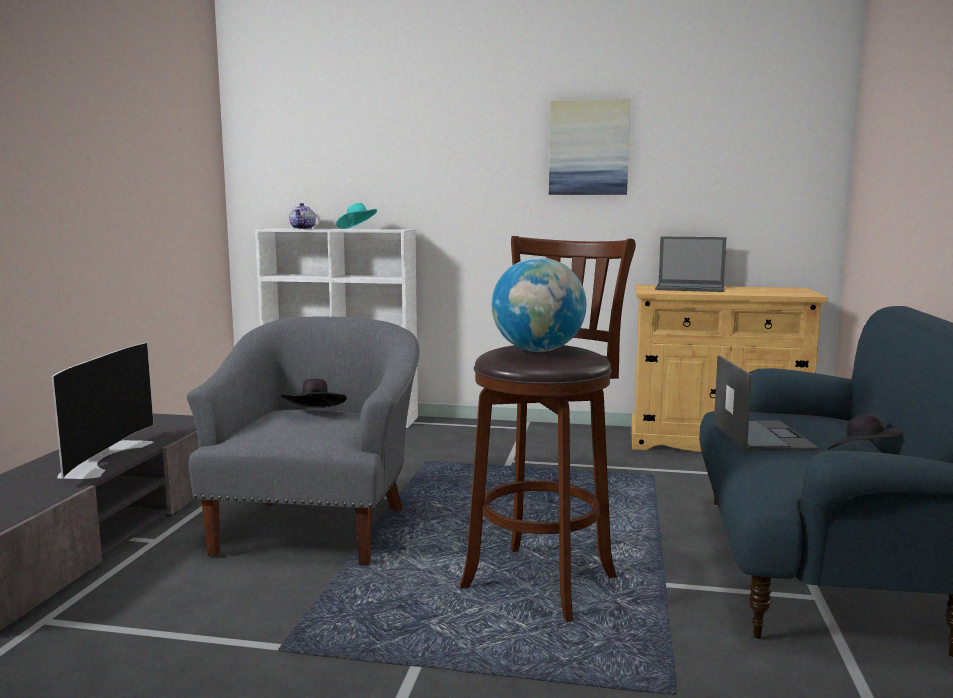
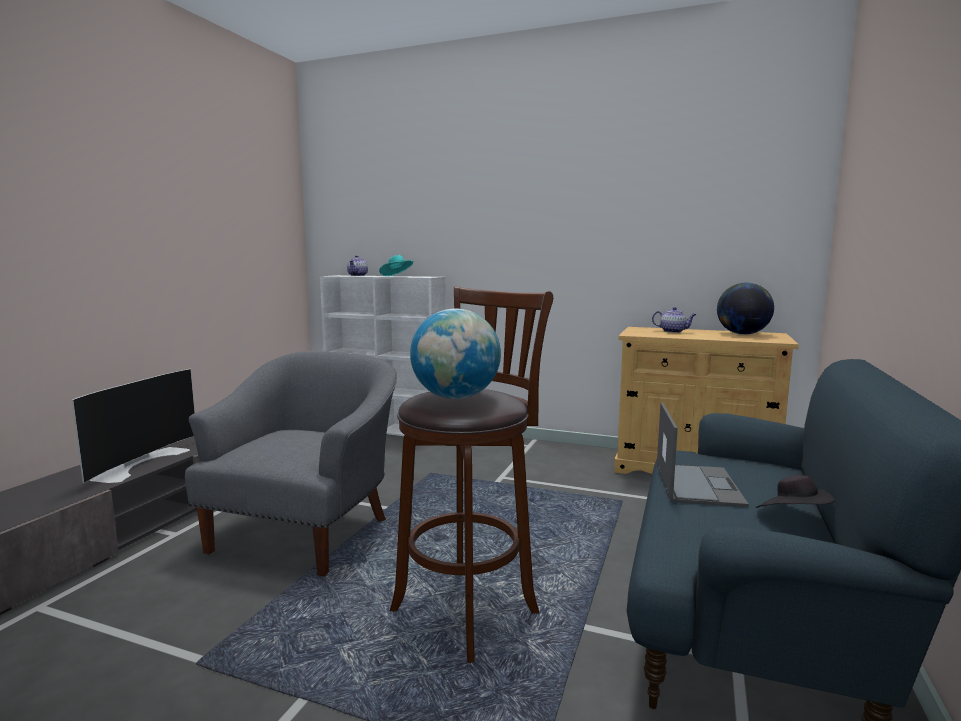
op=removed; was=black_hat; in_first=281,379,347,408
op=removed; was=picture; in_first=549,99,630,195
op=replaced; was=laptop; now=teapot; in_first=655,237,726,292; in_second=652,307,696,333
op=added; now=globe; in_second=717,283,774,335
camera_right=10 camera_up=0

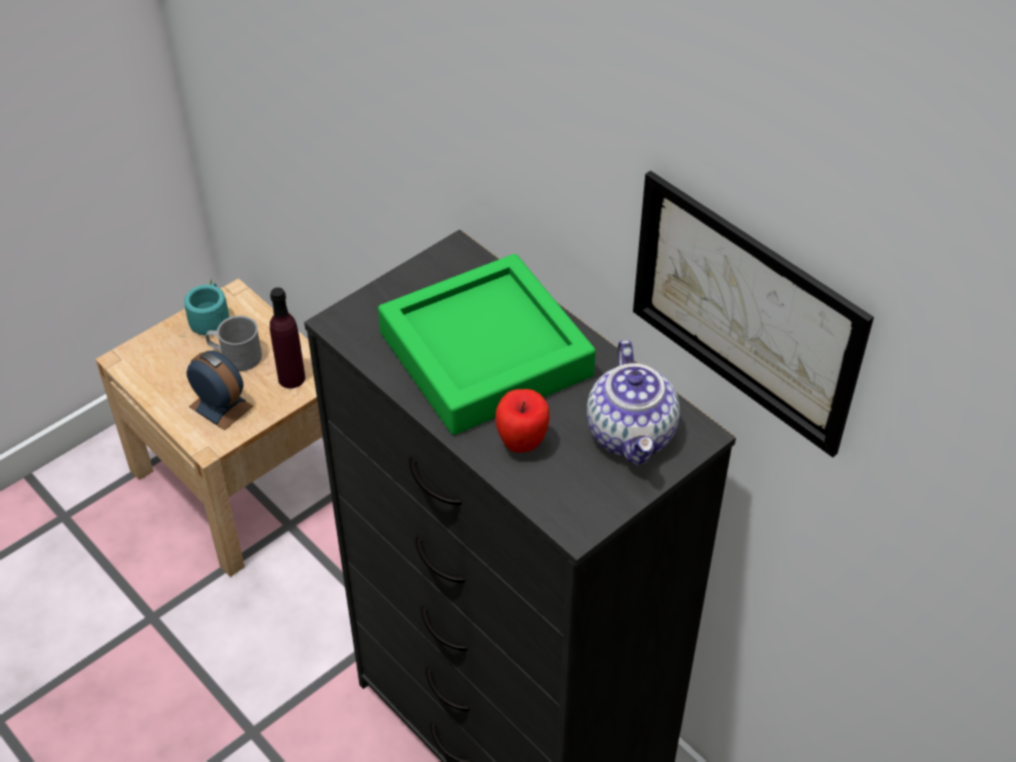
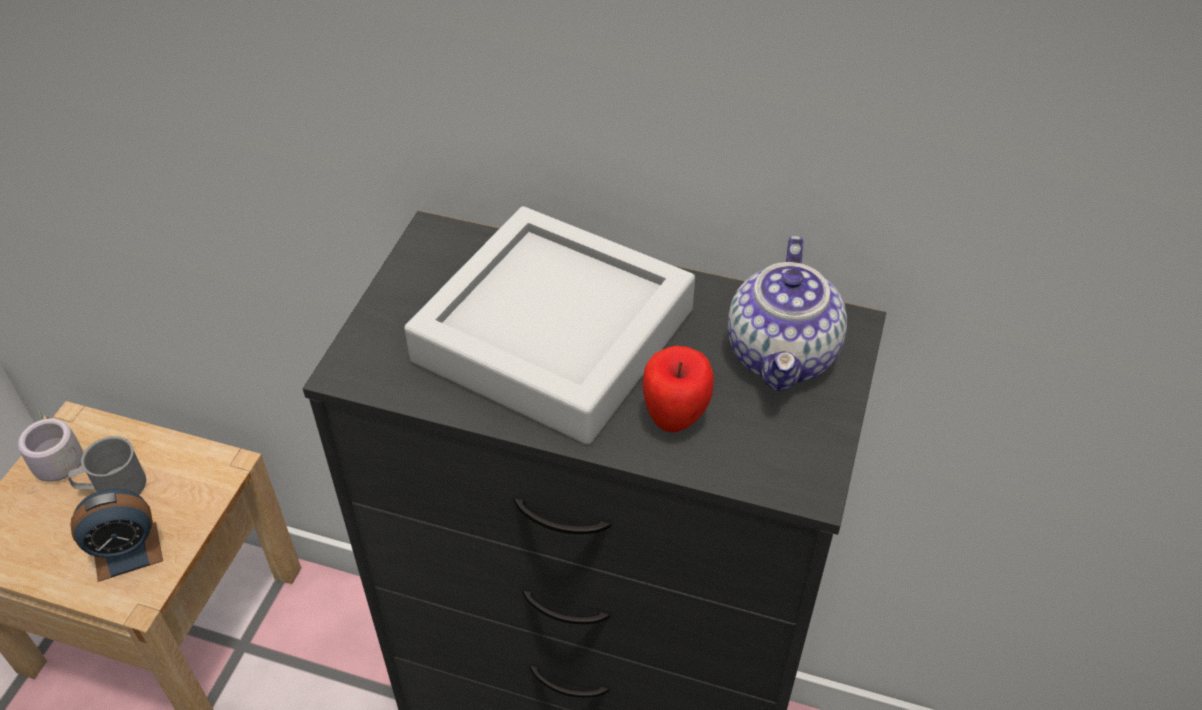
op=recoloured; was=turquoise_mug; now=grey_mug; in_first=184,278,229,337; in_second=18,411,83,494
op=turned; was=alarm_clock; in_first=186,351,253,430; in_second=70,488,163,582; clockwise=150
op=removed; was=purple_bottle; in_first=270,287,305,389
op=recoloured; was=green_tray; now=grey_tray; in_first=378,254,596,435; in_second=404,206,695,445
op=turned; was=teapot; in_first=587,340,680,466; in_second=728,236,847,391; clockwise=45
op=removed; was=picture; in_first=633,171,874,458
camera_right=-30 camera_up=0

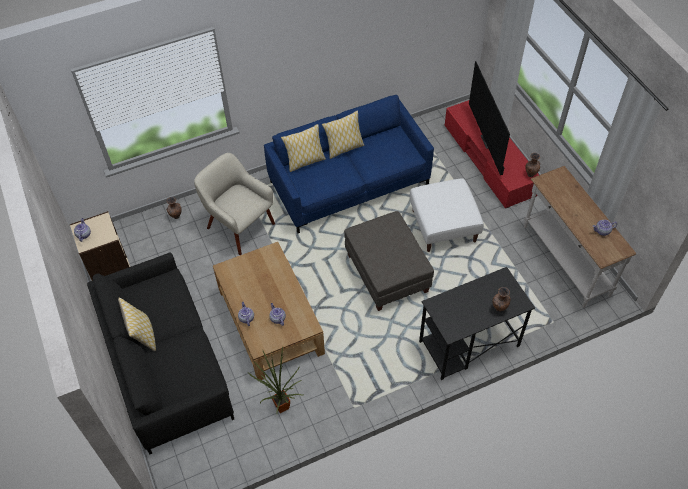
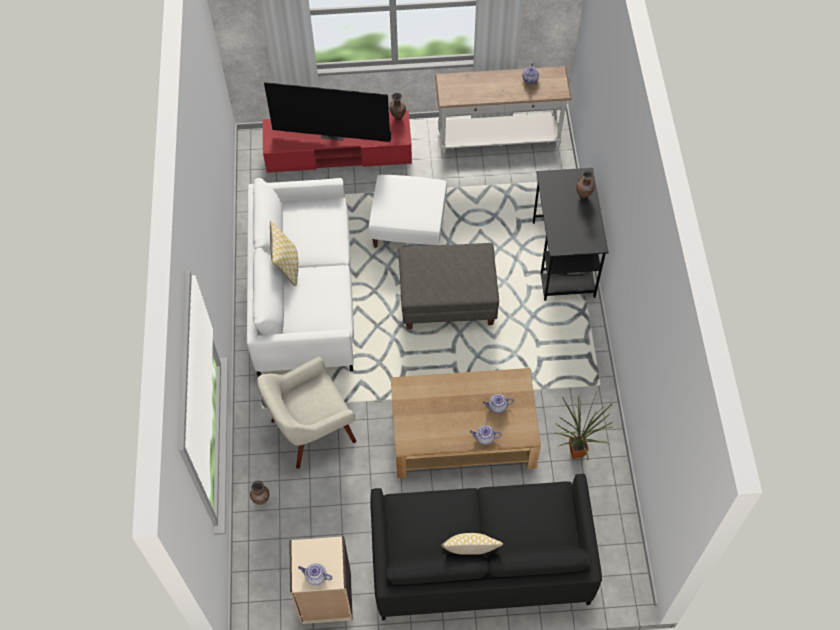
op=recoloured; was=blue_sofa; now=white_sofa; in_first=264,95,434,233; in_second=247,178,354,377
op=removed; was=pillow; in_first=281,124,326,172
camera_right=-70 camera_up=5

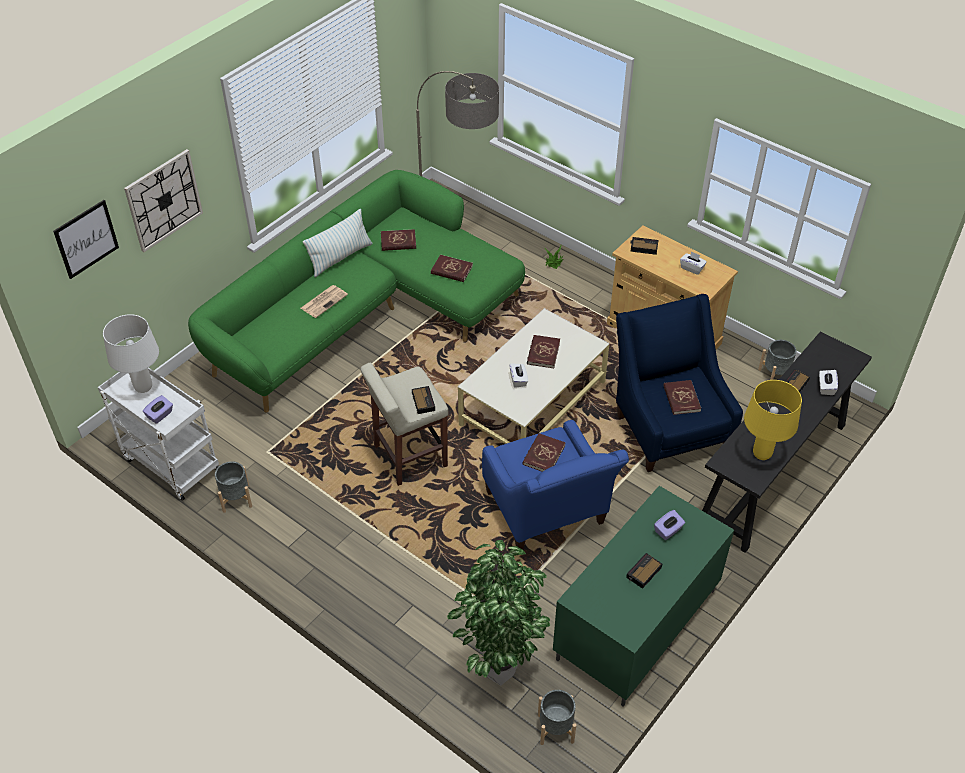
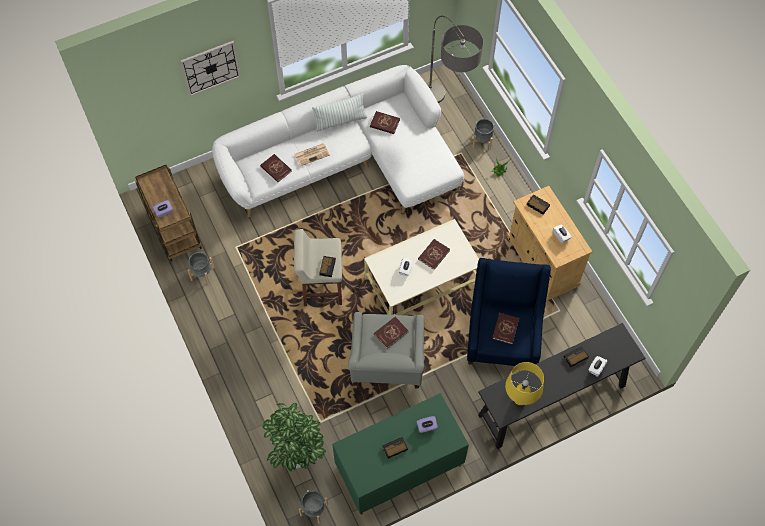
op=removed; was=picture; in_first=53,200,119,279
op=recoloured; was=white_cart; now=brown_cart; in_first=98,367,219,501; in_second=135,165,202,262
op=removed; was=white_table_lamp; in_first=103,314,159,393
op=recoloured; was=green_sofa; now=white_sofa; in_first=188,170,525,413; in_second=212,65,464,217
op=moved; was=red_book; in_first=431,255,473,282; in_second=260,154,292,182
op=recoloured; was=blue_armchair; now=grey_armchair; in_first=482,420,629,550; in_second=348,312,424,389
op=moved; was=grey_planter; in_first=758,340,796,380; in_second=473,119,494,150
camera_right=25 camera_up=15

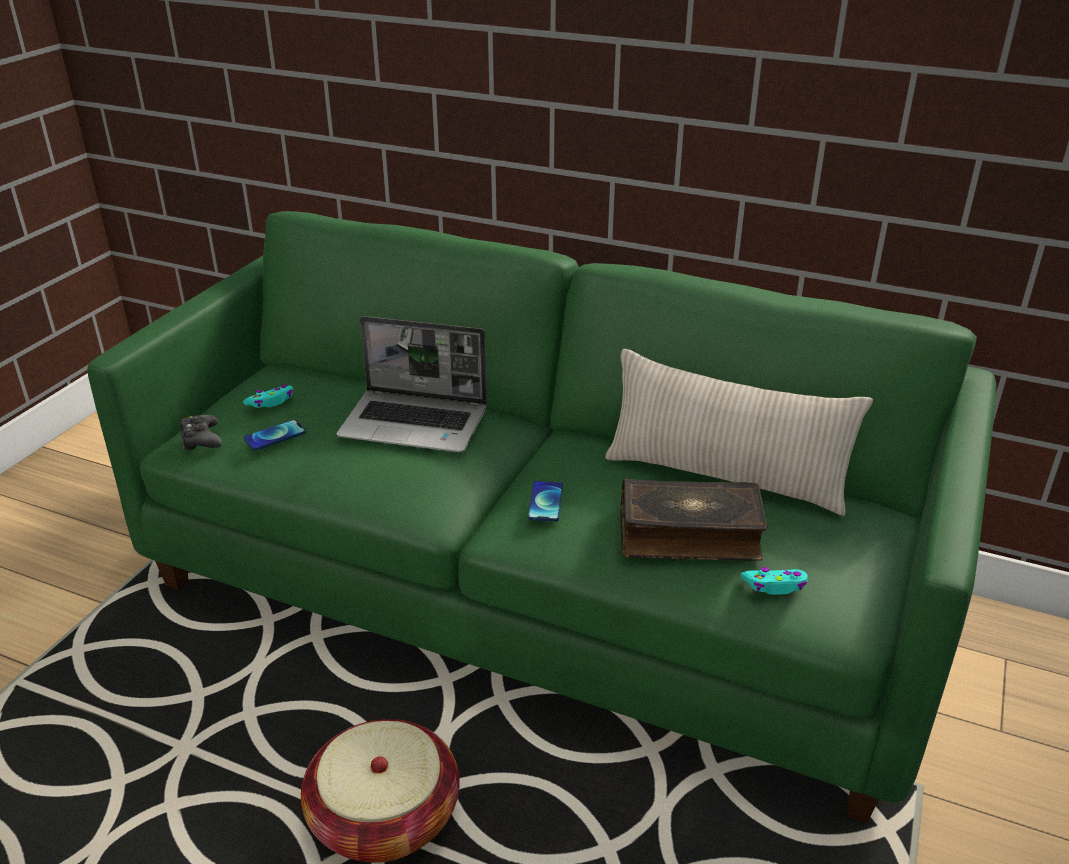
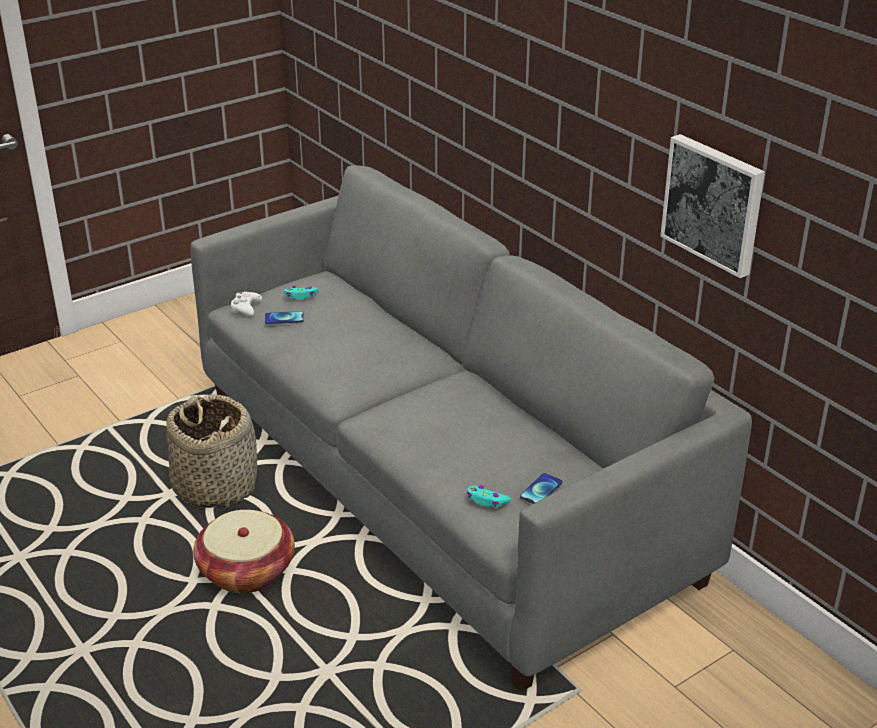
op=recoloured; was=green_sofa; now=grey_sofa; in_first=87,211,997,824; in_second=190,165,752,692
op=recoloured; was=black_game_controller; now=white_game_controller; in_first=179,415,222,450; in_second=231,291,262,316
op=removed; was=laptop; in_first=337,316,487,453
op=moved; was=phone; in_first=528,481,563,522; in_second=520,473,562,504
op=removed; was=beige_pillow; in_first=605,349,873,516
op=removed; was=book; in_first=620,479,768,561
op=added; now=basket; in_second=166,394,257,508
op=added; now=picture; in_second=660,134,765,278
camera_right=30 camera_up=0

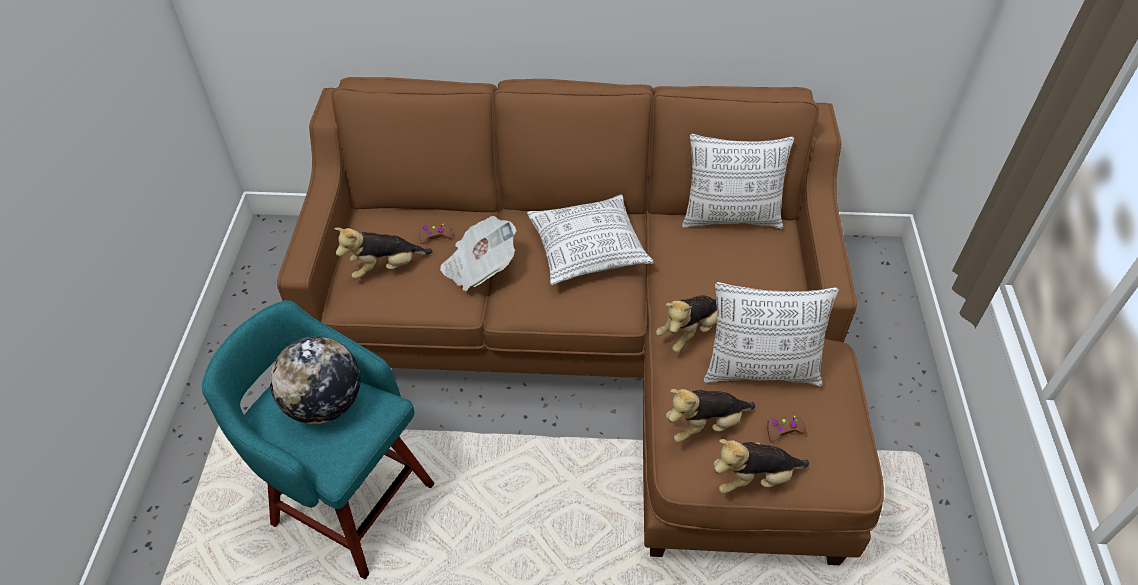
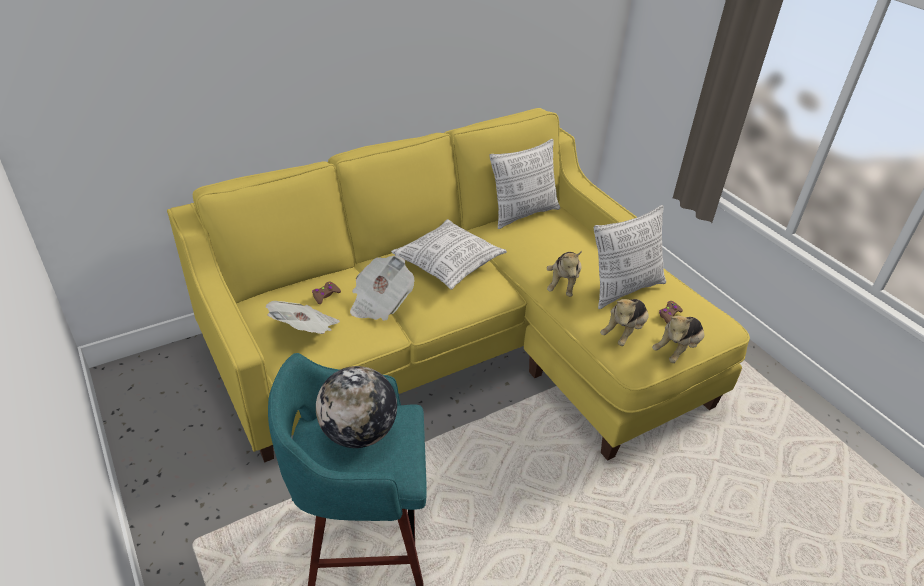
op=recoloured; was=brown_sofa; now=yellow_sofa; in_first=277,77,884,565; in_second=167,108,750,462
op=replaced; was=plush_toy; now=newspaper; in_first=334,227,433,279; in_second=266,301,340,334
camera_right=-35 camera_up=-10

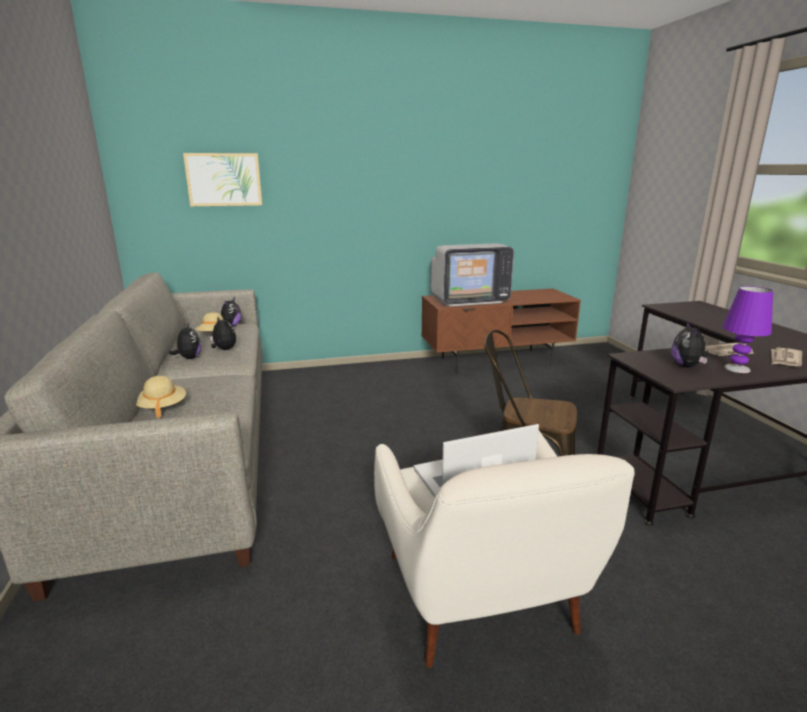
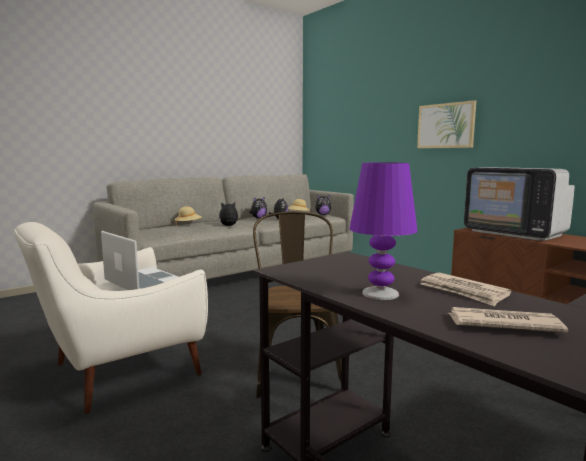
op=moved; was=picture; in_first=183,153,262,206; in_second=417,100,476,148
op=moved; was=plush_toy; in_first=671,322,709,368; in_second=218,202,238,226
camera_right=65 camera_up=-10

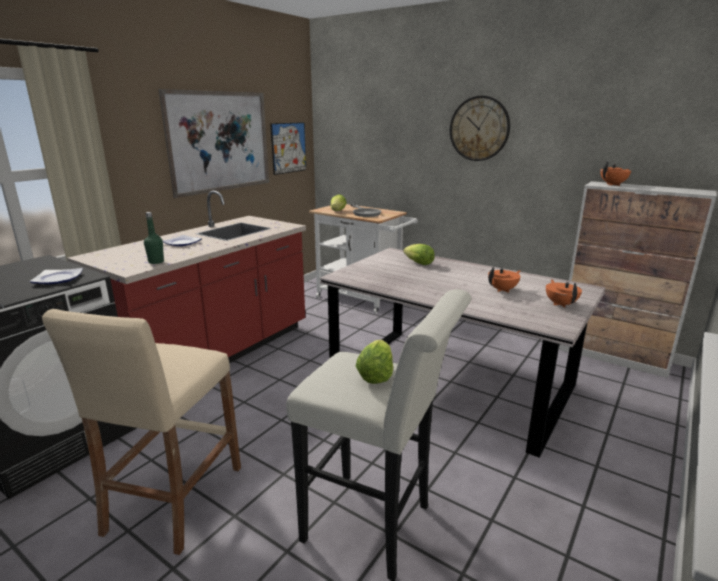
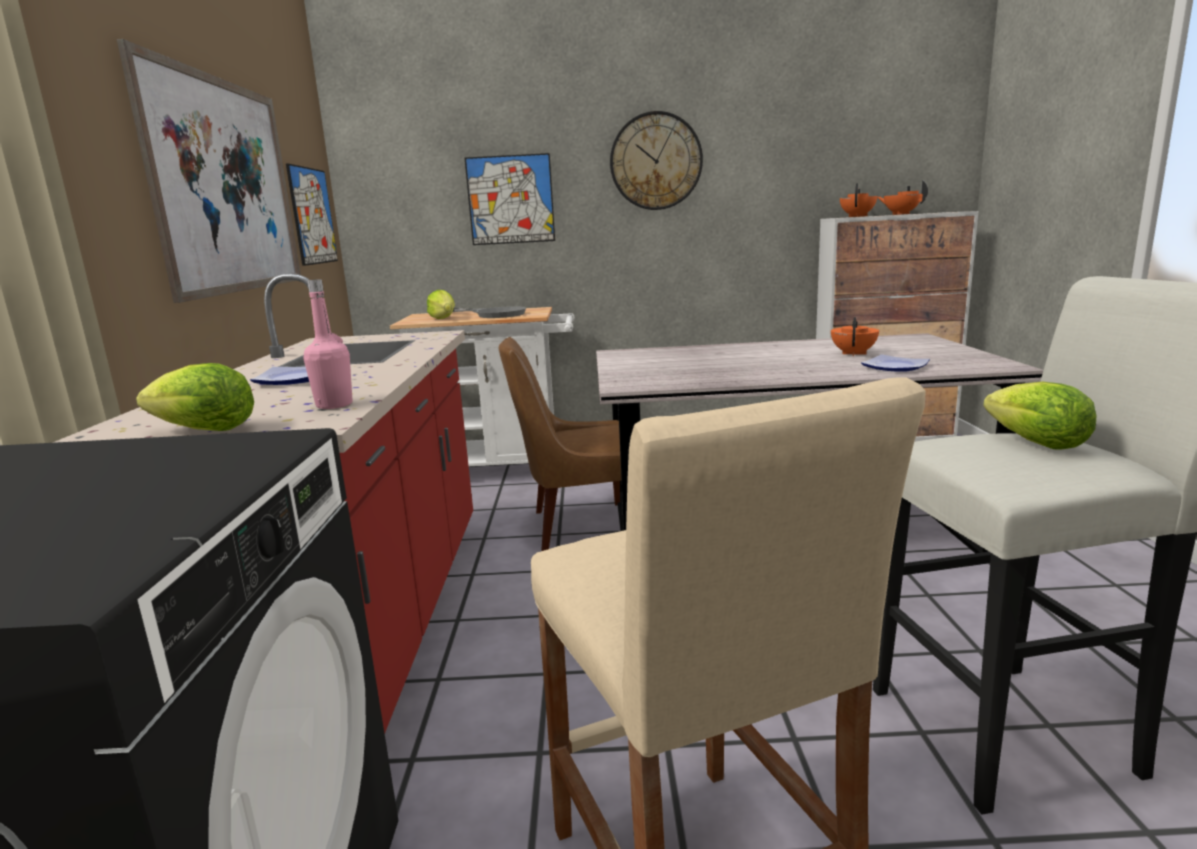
op=moved; was=plate; in_first=29,268,83,284; in_second=861,354,930,372
op=recoloured; was=green_bottle; now=pink_bottle; in_first=144,212,164,264; in_second=303,279,353,409
op=moved; was=lettuce; in_first=403,244,435,265; in_second=136,363,254,431
op=moved; was=orange_teapot; in_first=546,280,582,308; in_second=877,180,928,215
op=added; now=picture; in_second=465,153,555,245
op=added; now=brown_chair; in_second=499,337,621,551
camera_right=-35 camera_up=-5

